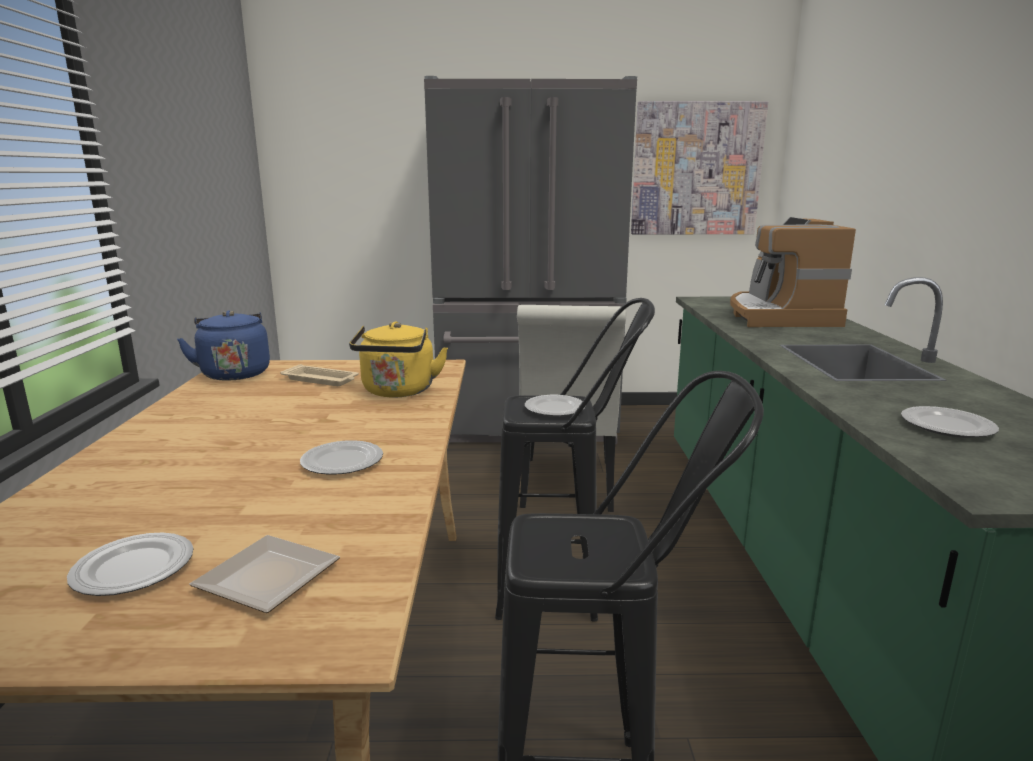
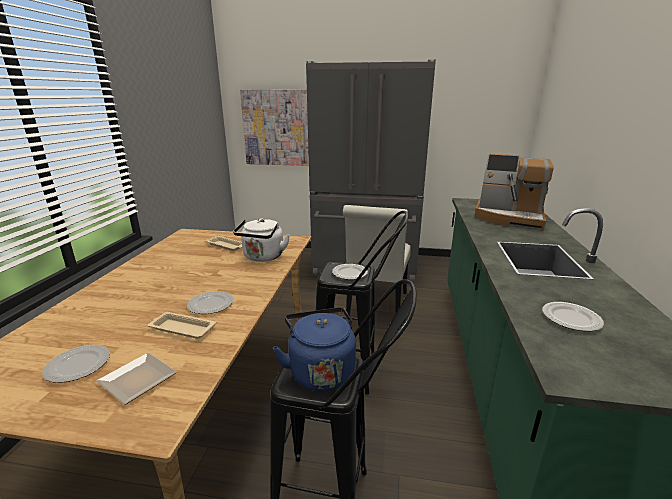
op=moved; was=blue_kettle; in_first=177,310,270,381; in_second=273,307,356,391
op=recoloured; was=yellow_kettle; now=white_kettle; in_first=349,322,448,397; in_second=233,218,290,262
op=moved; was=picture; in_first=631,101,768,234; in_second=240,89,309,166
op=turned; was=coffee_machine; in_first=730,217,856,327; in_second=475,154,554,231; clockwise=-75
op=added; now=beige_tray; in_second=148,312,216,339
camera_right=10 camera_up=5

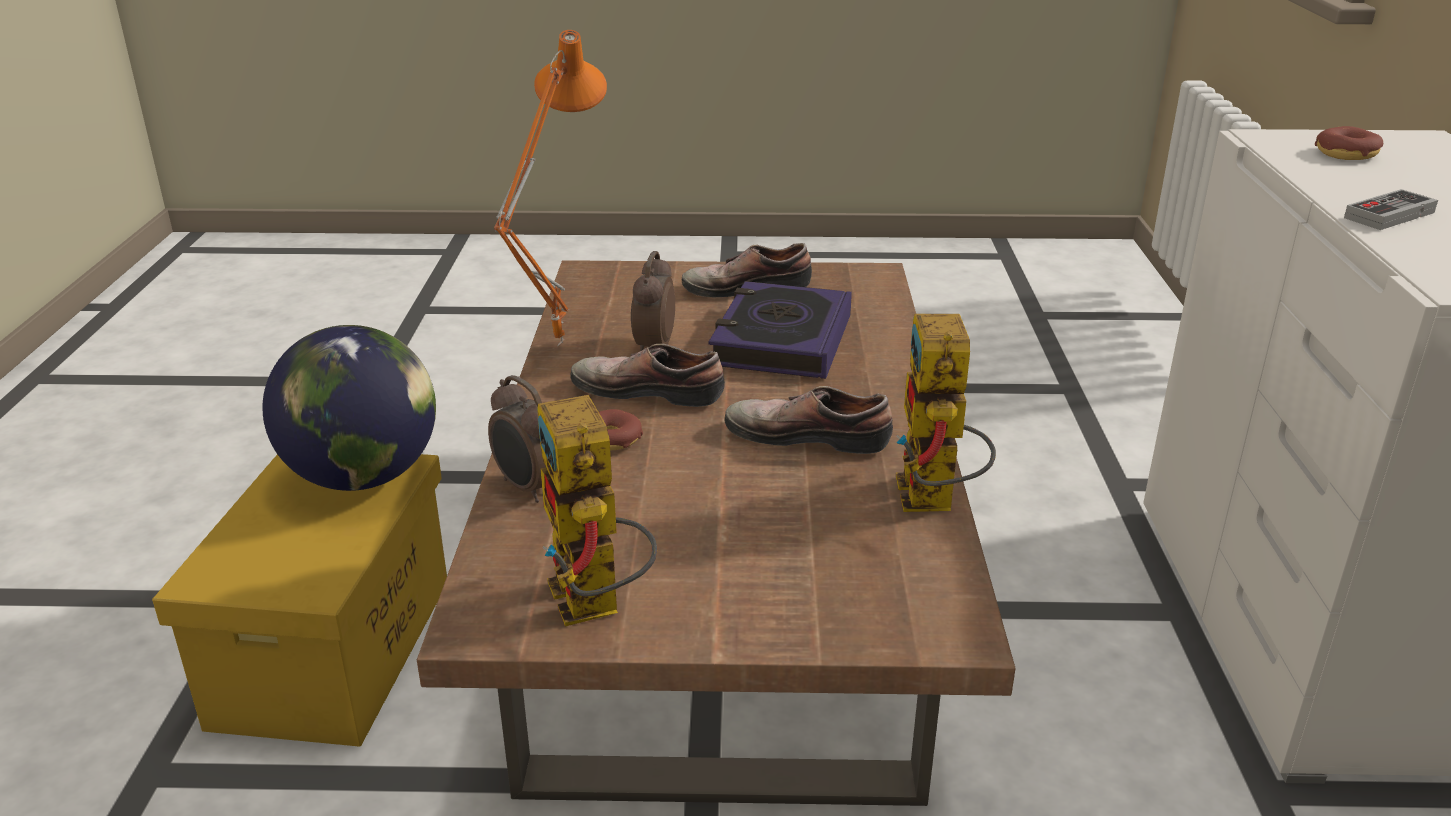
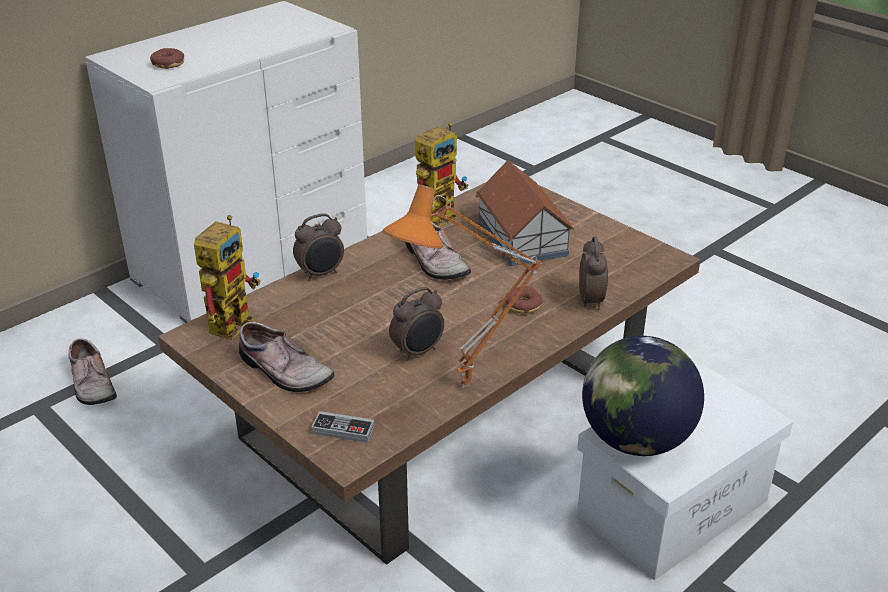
op=recoloured; was=yellow_storage_box; now=white_storage_box; in_first=152,454,447,747; in_second=577,364,793,580
op=moved; was=toy_robot; in_first=537,395,657,627; in_second=194,215,261,340
op=moved; was=shoe; in_first=570,344,725,407; in_second=69,339,117,405
op=removed; was=book; in_first=709,281,852,379
op=moved; was=game_controller; in_first=1344,189,1438,230; in_second=311,411,375,443
op=added; now=alarm_clock; in_second=293,214,344,281
op=added; now=toy_house; in_second=476,160,574,266
camera_right=-135 camera_up=5

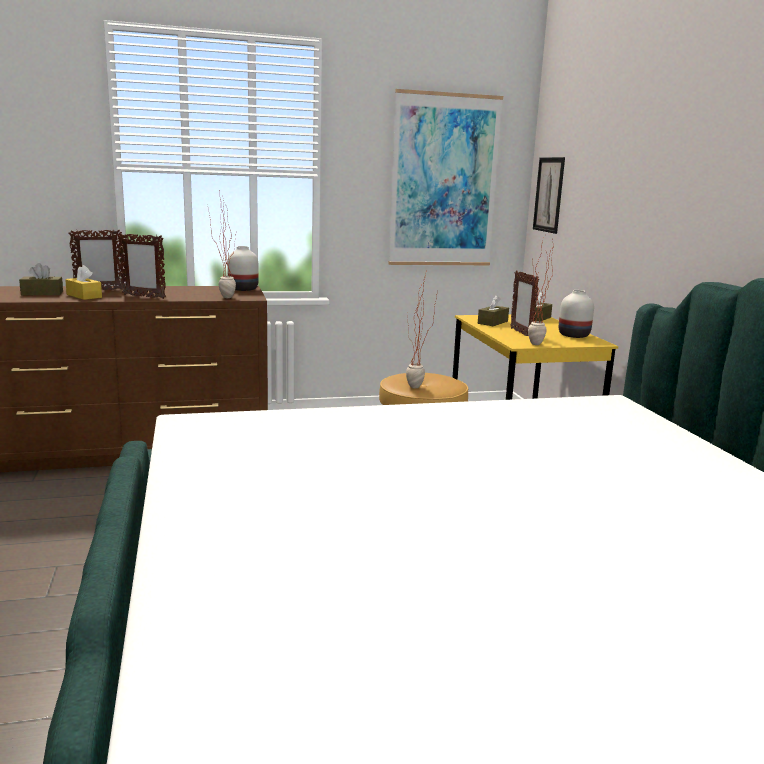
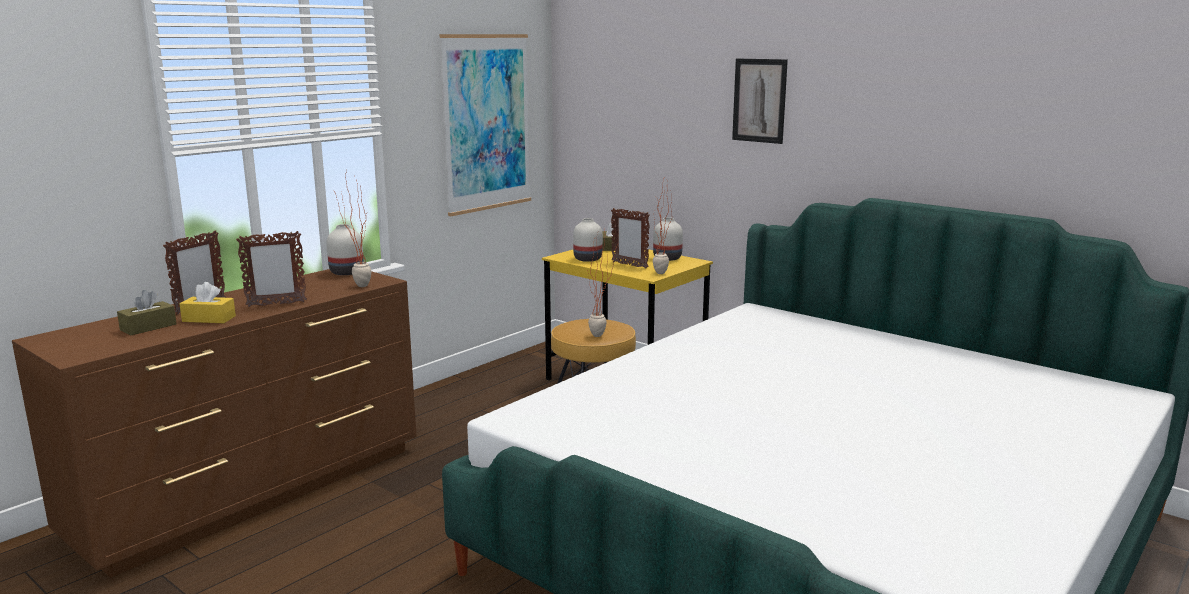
op=replaced; was=brown_tissue_box; now=white_vase; in_first=478,295,509,326; in_second=573,218,603,262
op=moved; was=picture; in_first=533,157,565,234; in_second=732,59,788,144
camera_right=-35 camera_up=0

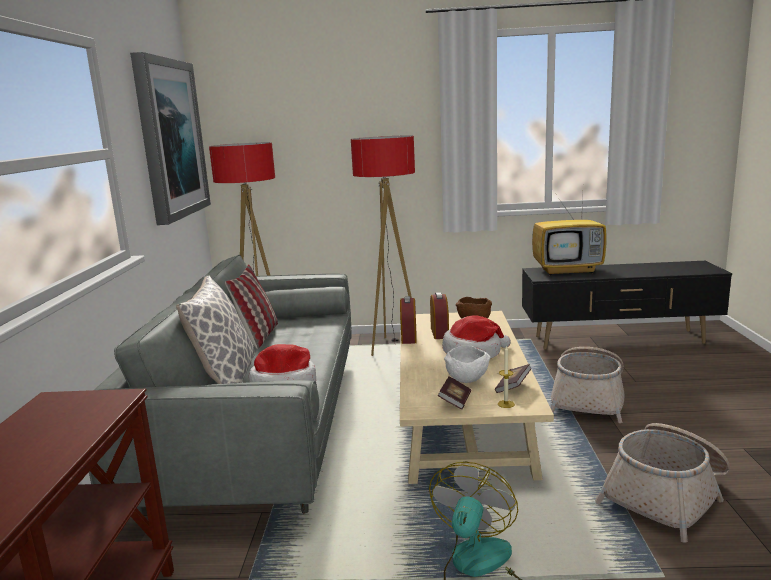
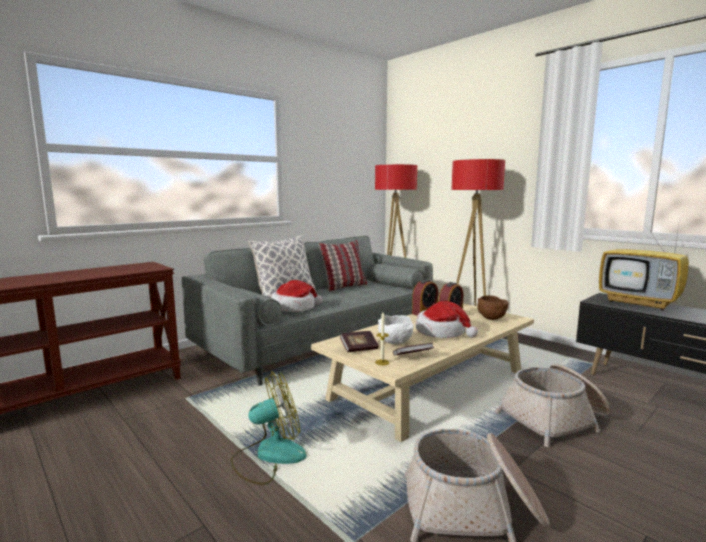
op=removed; was=picture; in_first=130,52,211,225
camera_right=45 camera_up=-5

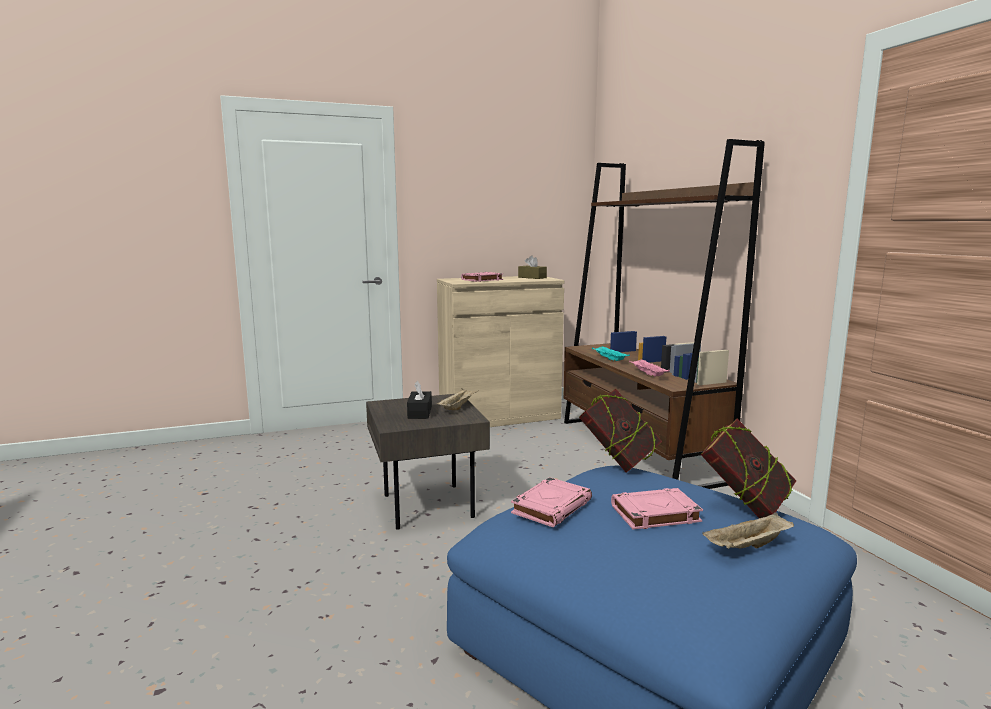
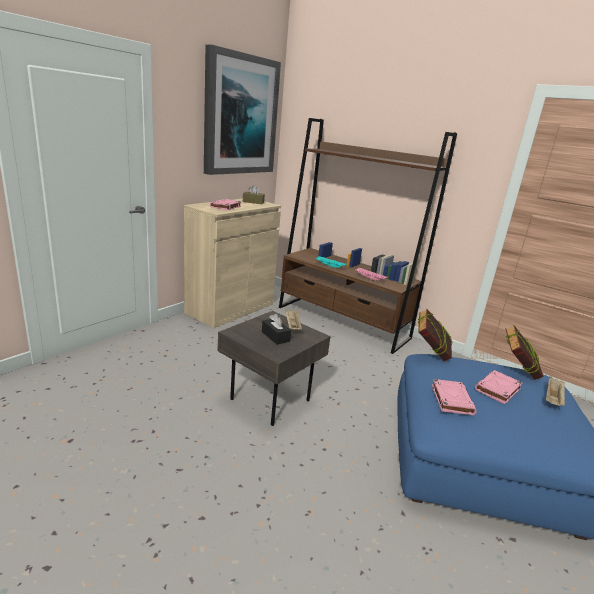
op=added; now=picture; in_second=204,45,281,175
camera_right=-35 camera_up=10

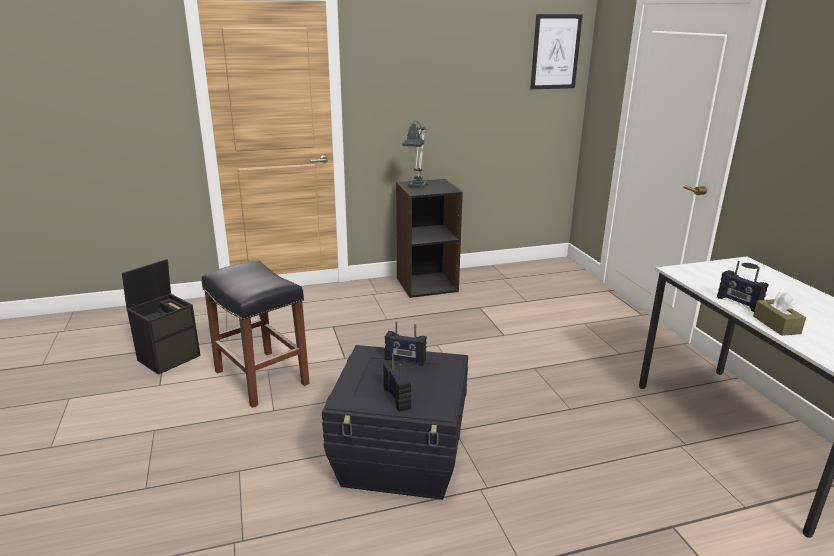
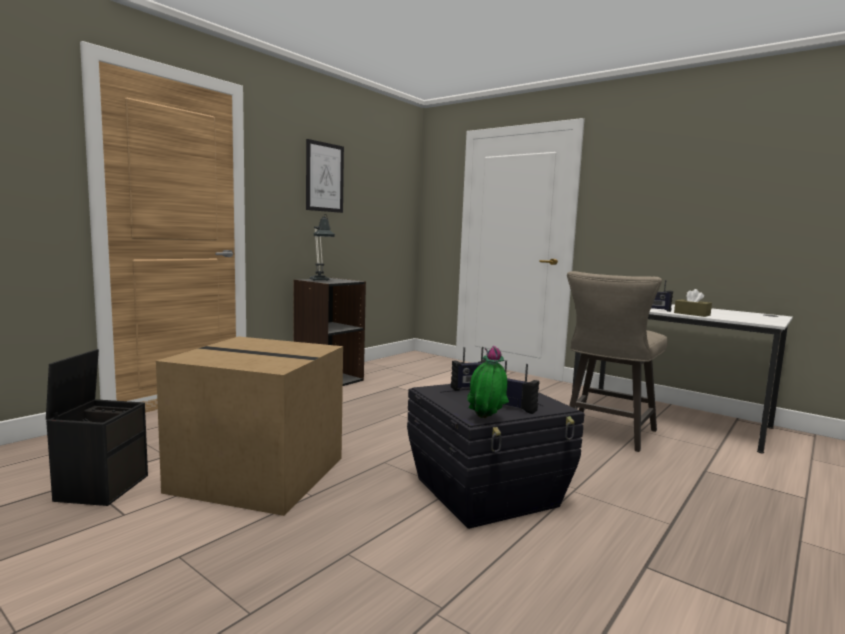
op=replaced; was=black_stool; now=cardboard_box; in_first=202,261,310,408; in_second=156,336,343,516
op=moved; was=picture; in_first=530,14,583,89; in_second=306,139,344,213
op=added; now=potted_plant; in_second=467,346,509,418
op=added; now=beige_stool; in_second=567,271,668,452
camera_right=-35 camera_up=-15

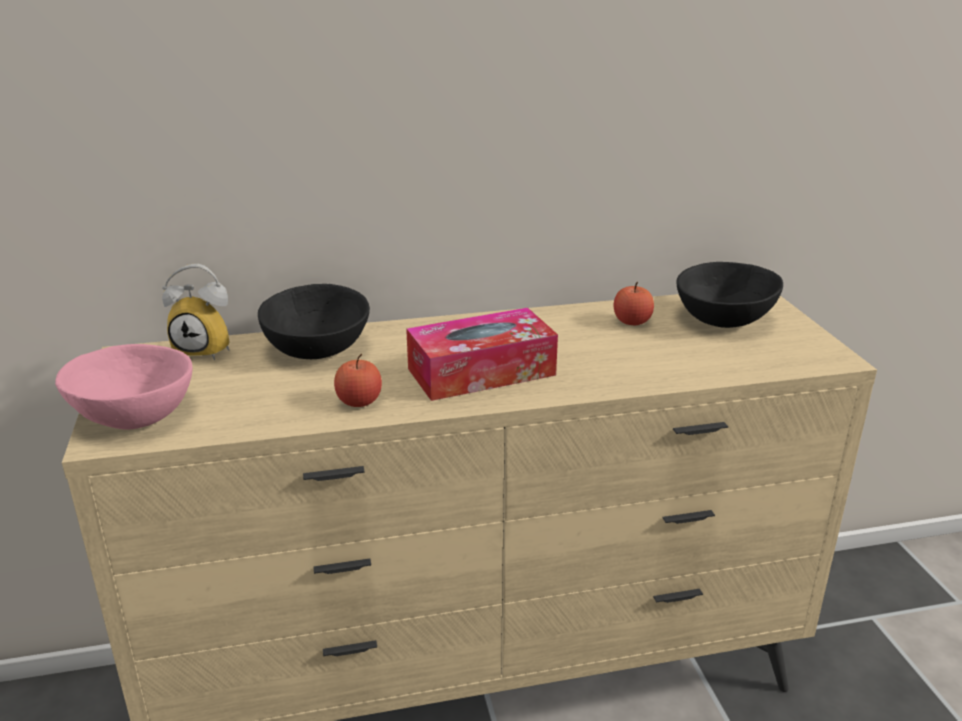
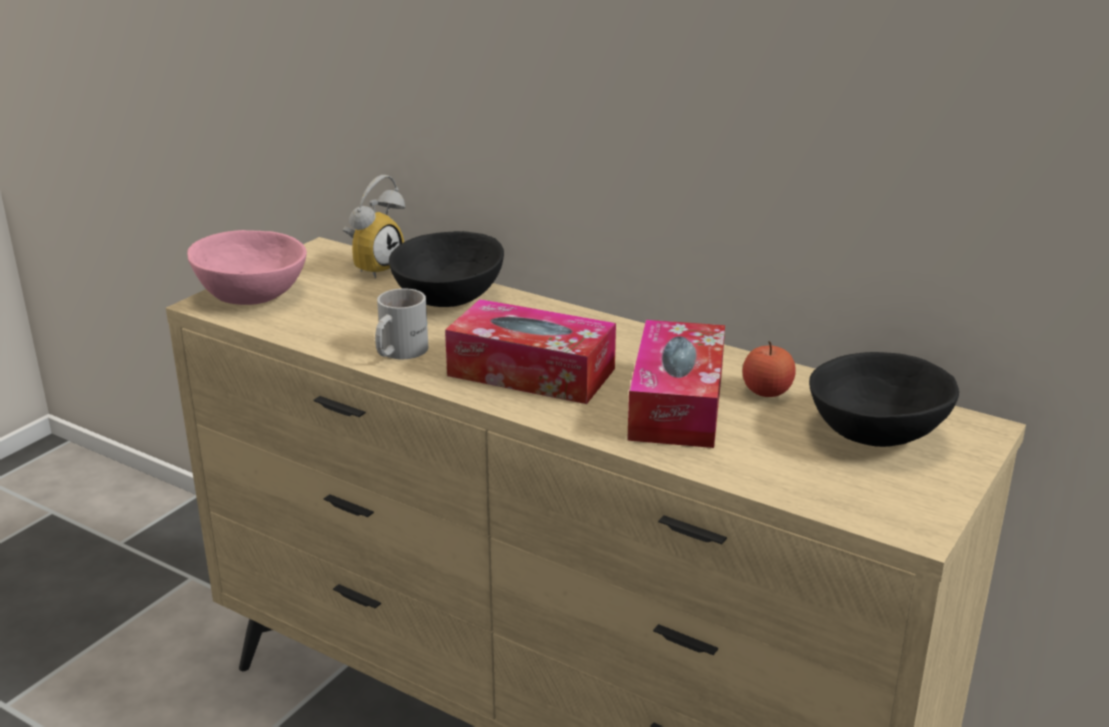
op=turned; was=alarm_clock; in_first=162,264,230,360; in_second=343,175,405,279; clockwise=-105
op=replaced; was=apple; now=white_mug; in_first=334,354,382,407; in_second=375,288,428,359
op=added; now=tissue_box; in_second=627,320,725,448
camera_right=45 camera_up=0

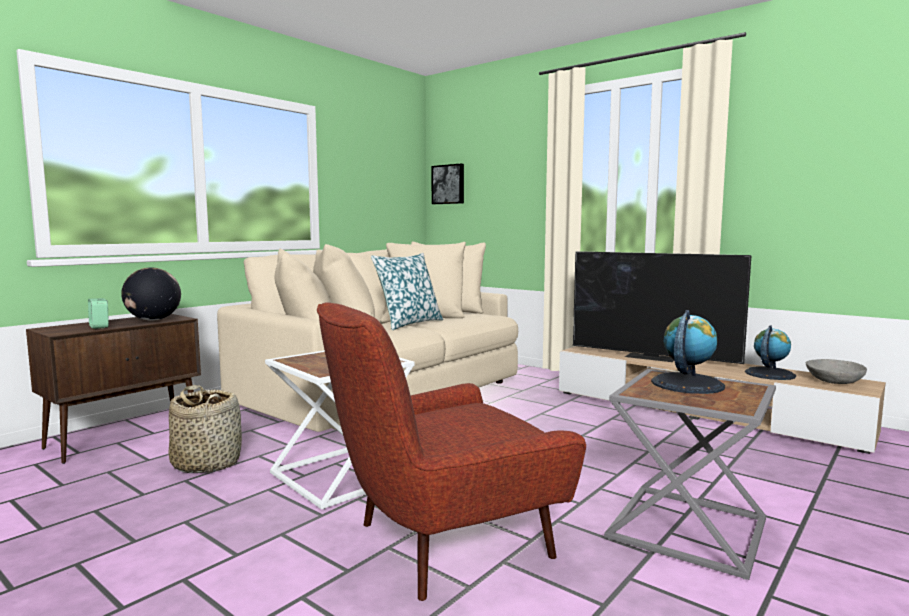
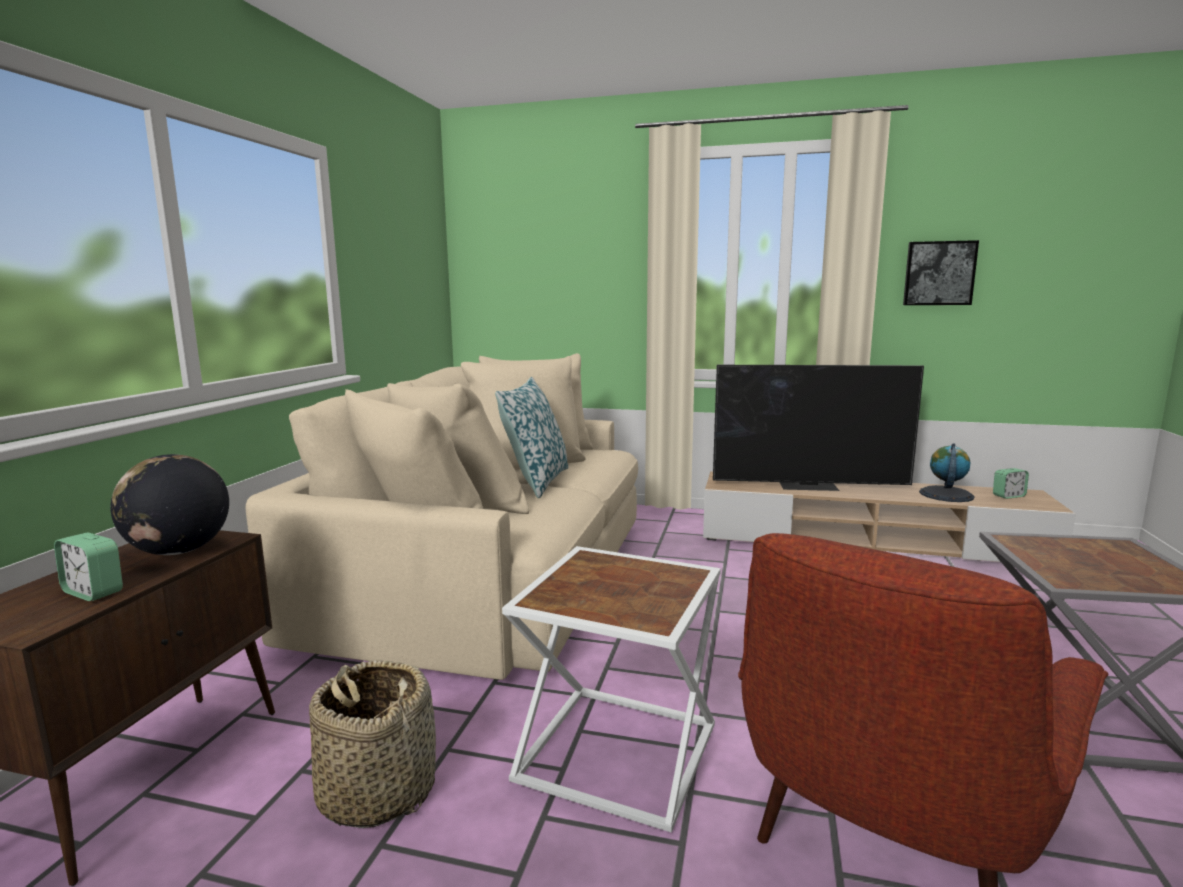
op=moved; was=picture; in_first=431,163,464,204; in_second=903,240,979,305
op=removed; was=globe; in_first=651,310,725,394
op=replaced; was=grey_bowl; now=alarm_clock; in_first=806,359,867,384; in_second=993,468,1029,499
camera_right=-25 camera_up=5

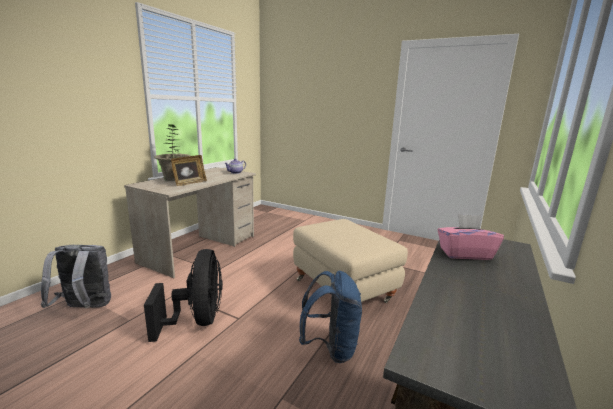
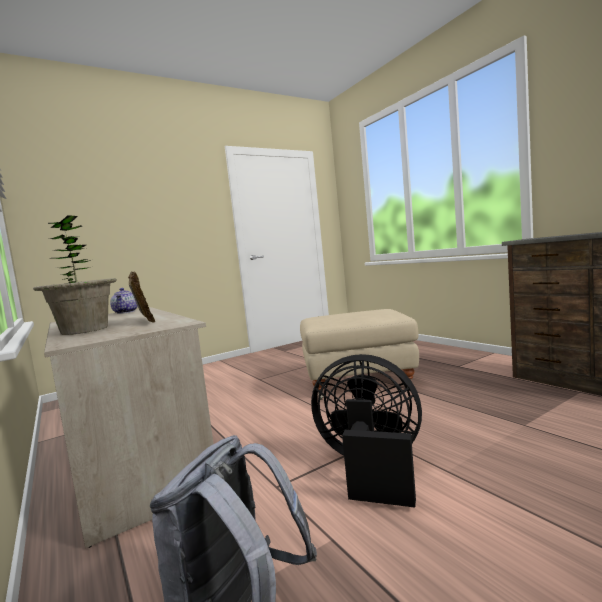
op=removed; was=blue_backpack; in_first=299,271,362,363
op=removed; was=pink_tissue_box; in_first=438,214,504,260
camera_right=-60 camera_up=-10

